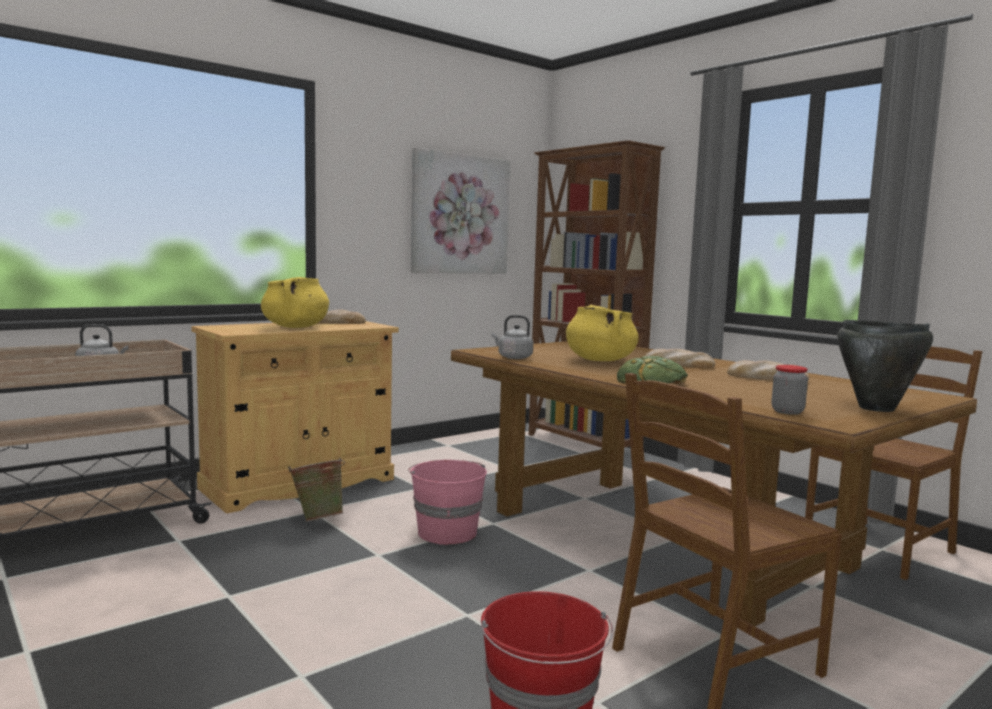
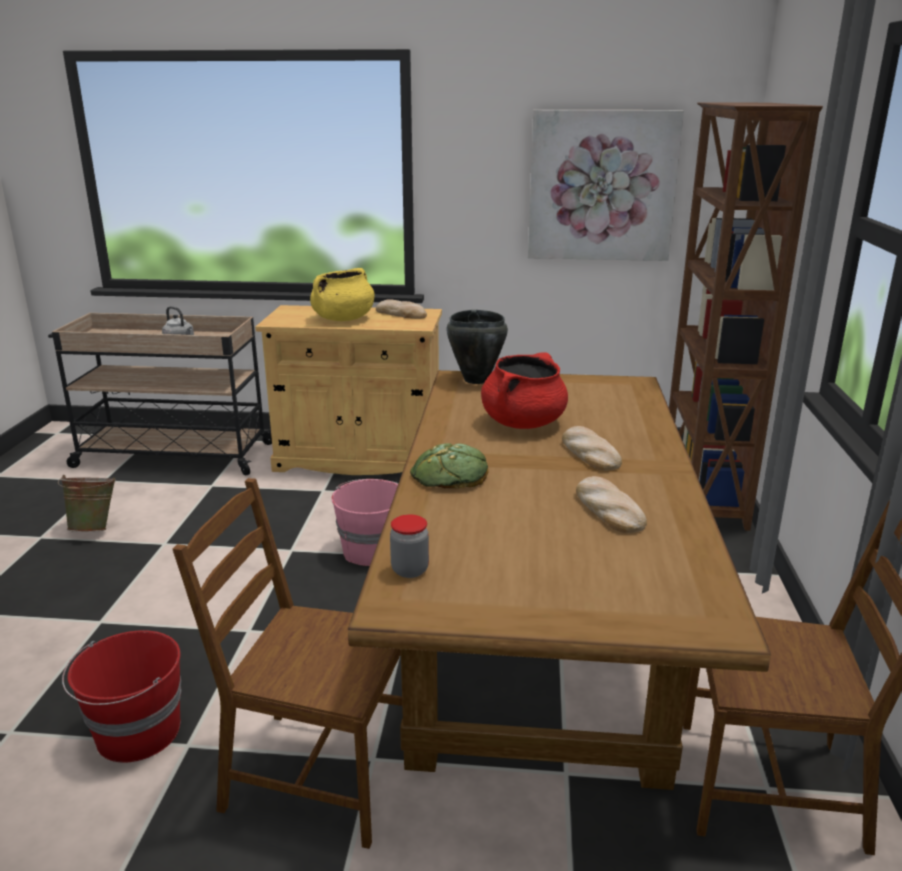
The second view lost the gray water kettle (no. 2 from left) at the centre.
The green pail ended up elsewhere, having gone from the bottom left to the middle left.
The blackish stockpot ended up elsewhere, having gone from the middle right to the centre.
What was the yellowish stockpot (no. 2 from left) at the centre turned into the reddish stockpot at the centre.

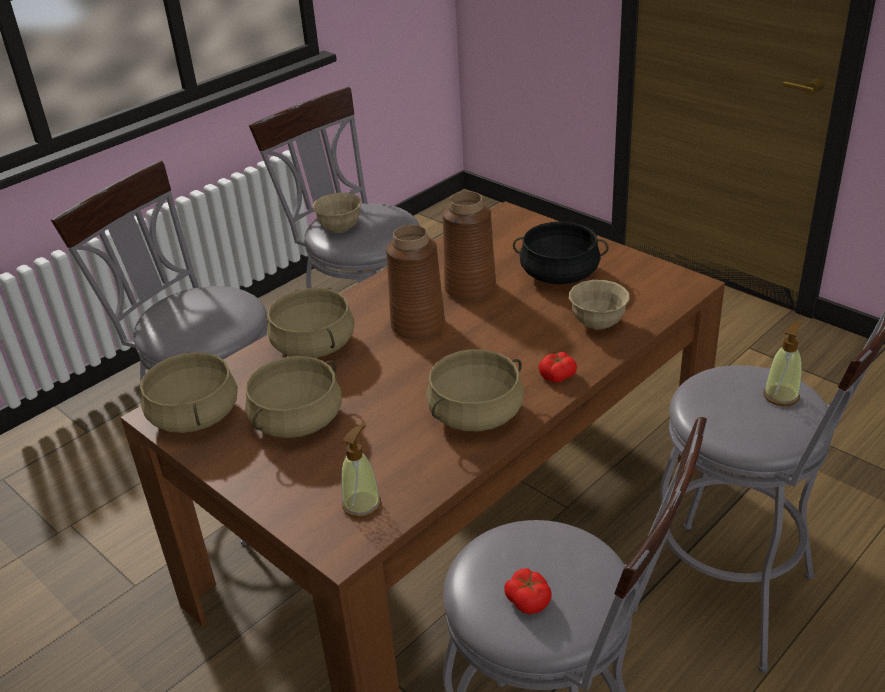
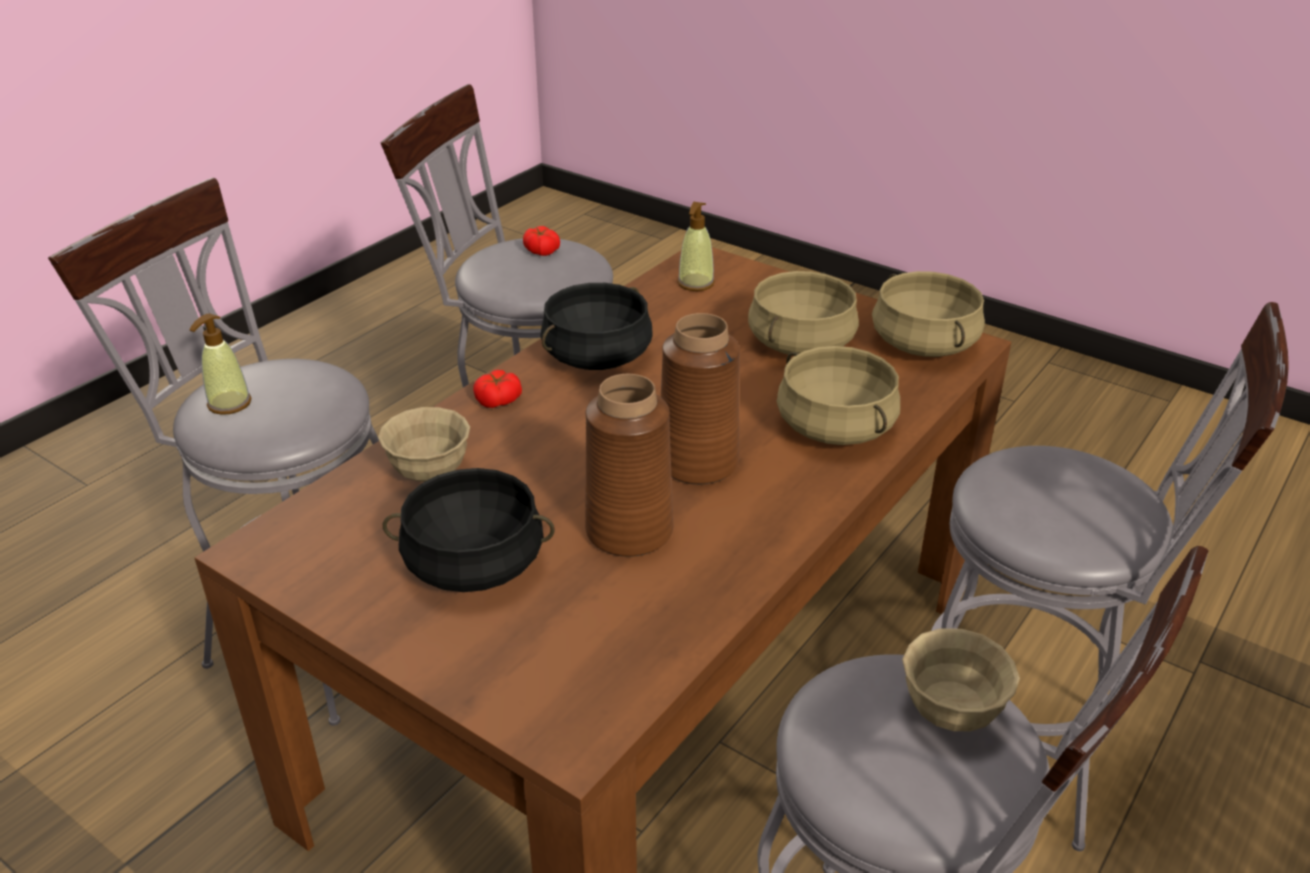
What was the beige stockpot (no. 4 from left) at the centre turned into the blackish stockpot (no. 2 from left) at the centre.

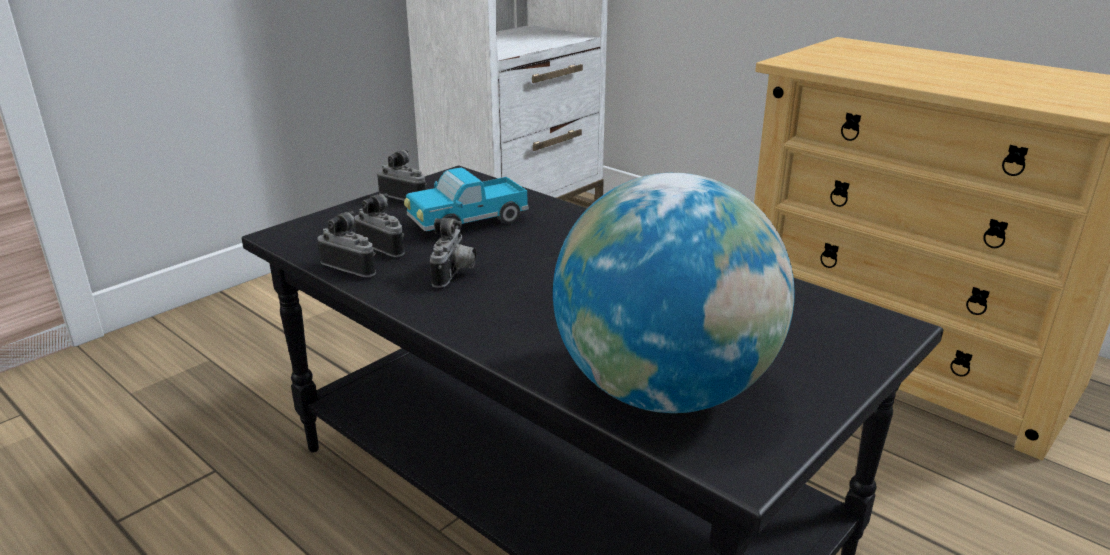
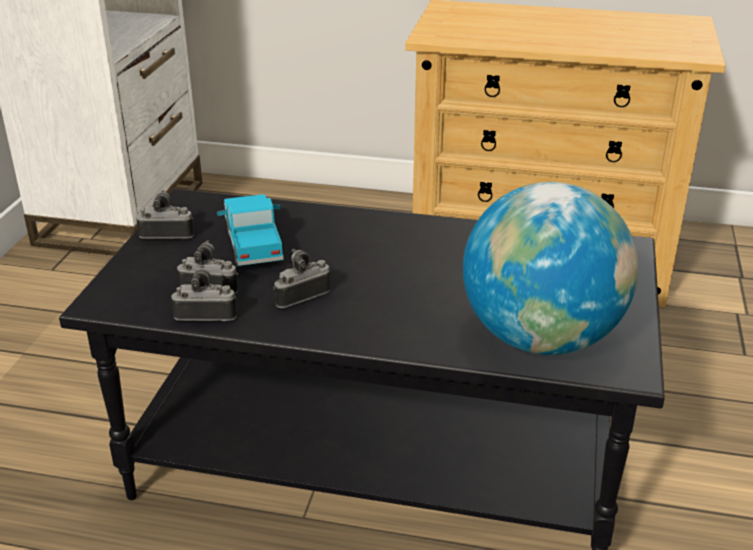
The toy lorry at the centre ended up facing another way, 135 degrees clockwise from before.
The still camera (no. 4 from left) at the centre ended up facing another way, 105 degrees counterclockwise from before.

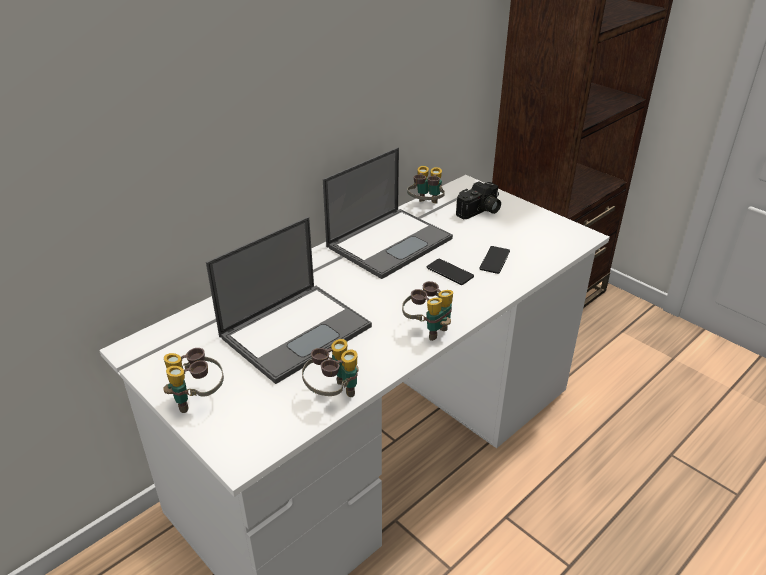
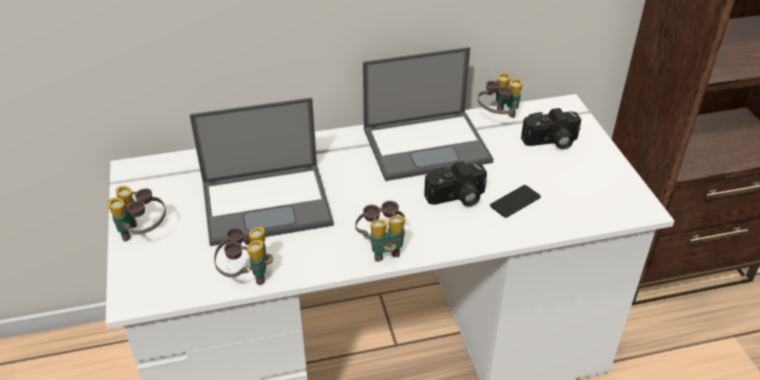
Where the phone (no. 1 from left) stood at the centre, the still camera (no. 1 from left) came to stand at the centre.

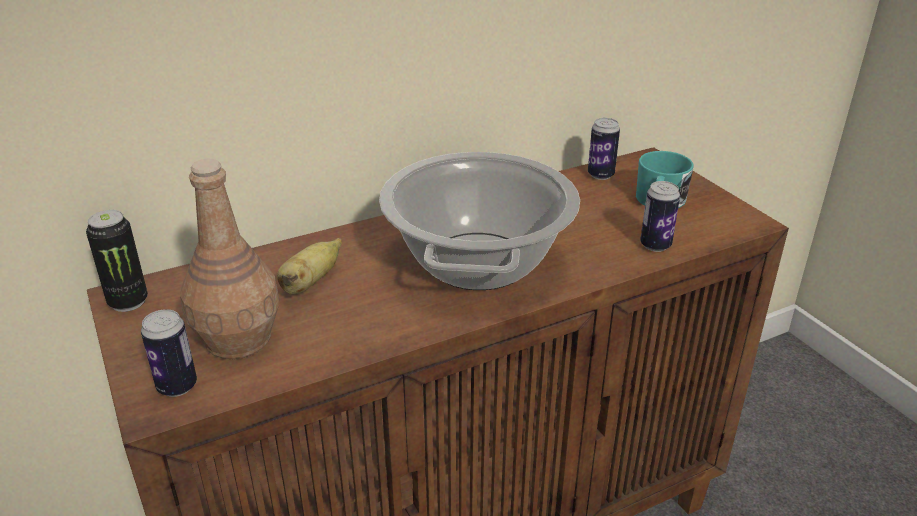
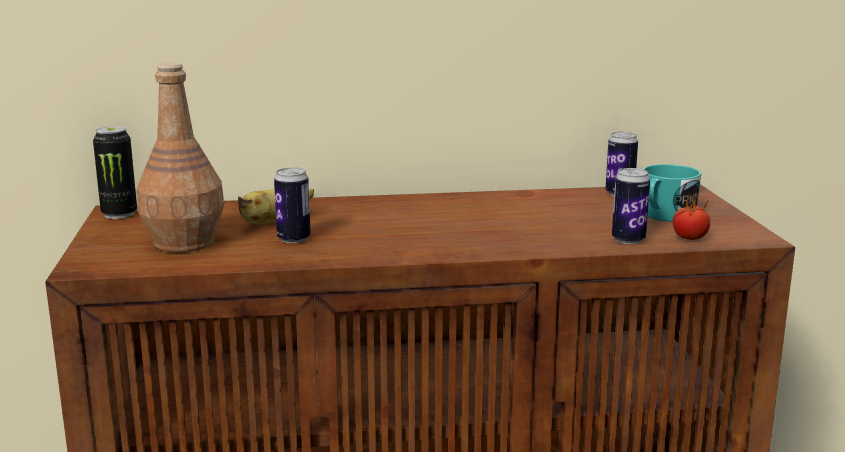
The second view lost the stockpot at the centre.
The second view gained the tomato at the middle right.
The metal can (no. 2 from left) ended up elsewhere, having gone from the bottom left to the centre.

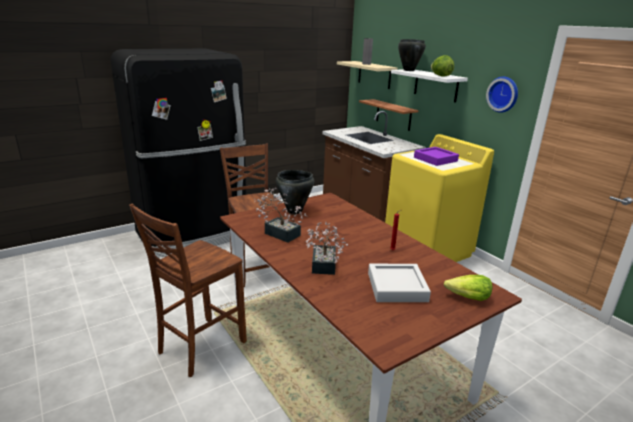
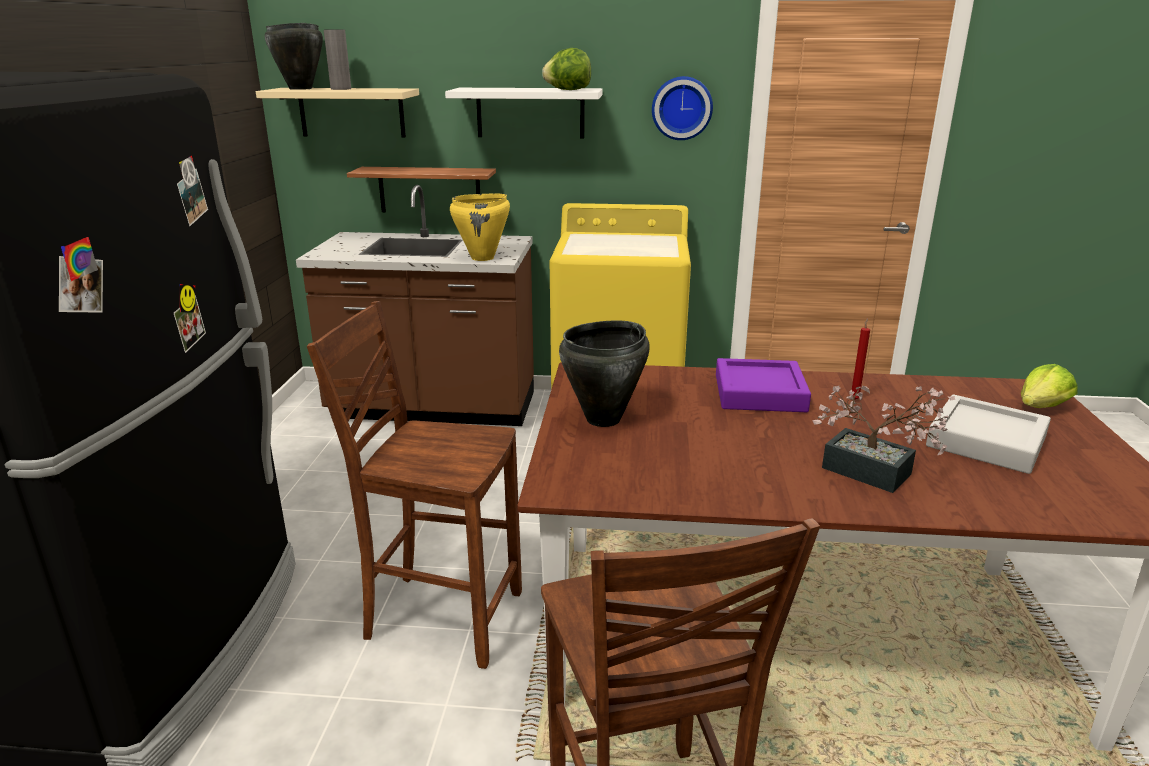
The second view lost the plant in a pot (no. 1 from left) at the centre.
The second view gained the yellowish stockpot at the top centre.
The blackish stockpot (no. 2 from left in the first image) ended up elsewhere, having gone from the top centre to the top left.
The purple serving tray ended up elsewhere, having gone from the middle right to the centre.

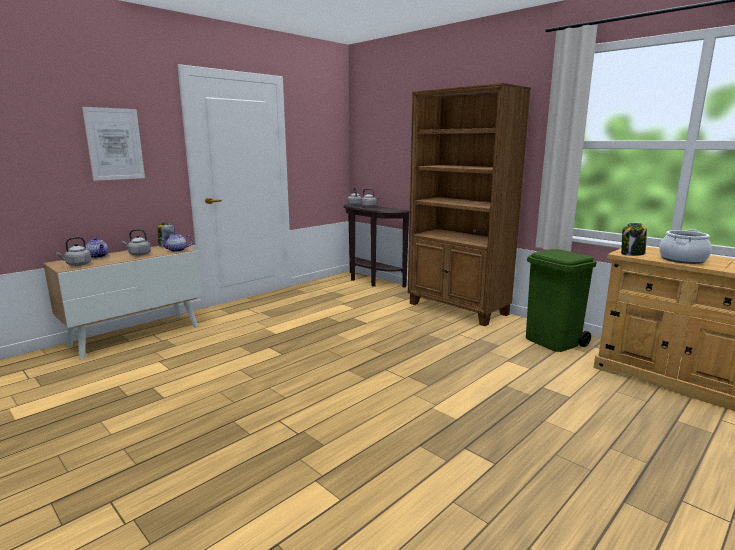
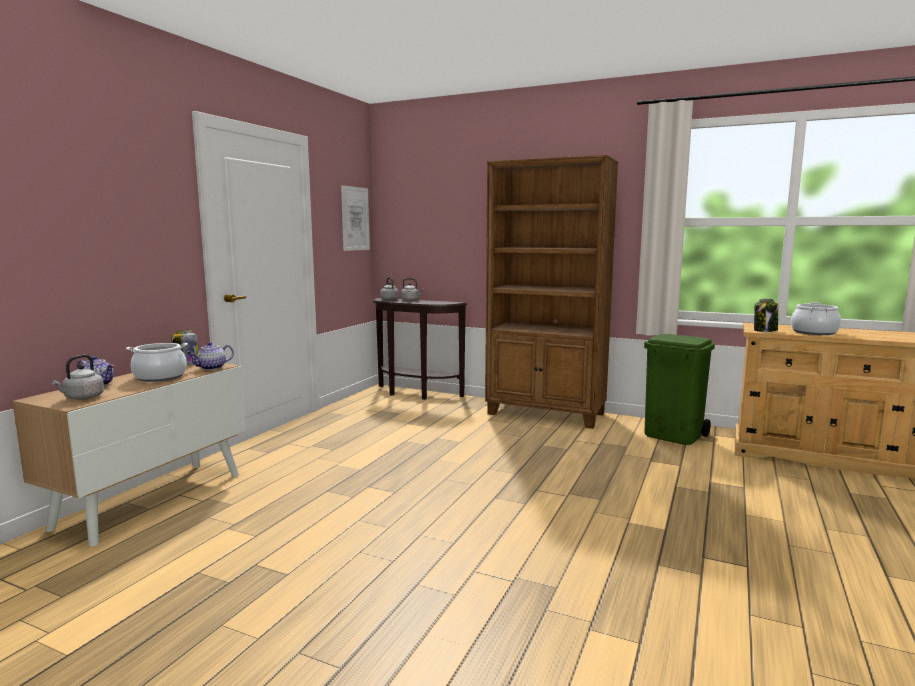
The wall art ended up elsewhere, having gone from the top left to the top centre.
Where the gray water kettle (no. 2 from left) stood at the middle left, the stockpot (no. 1 from left) came to stand at the middle left.

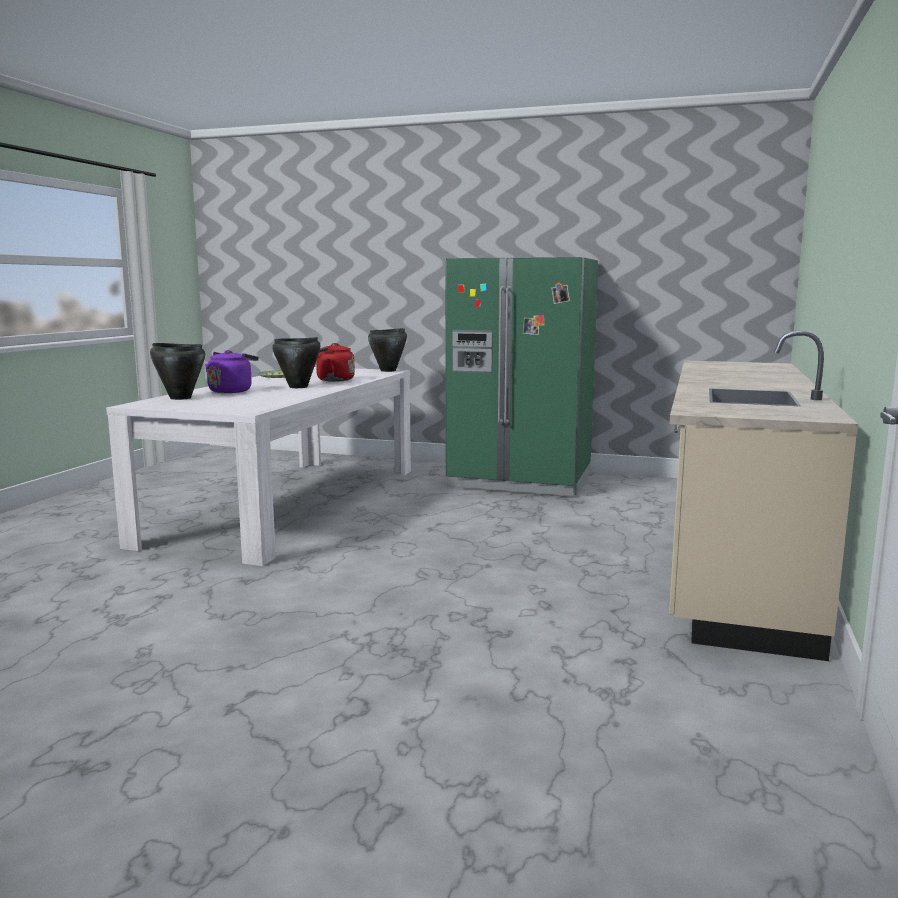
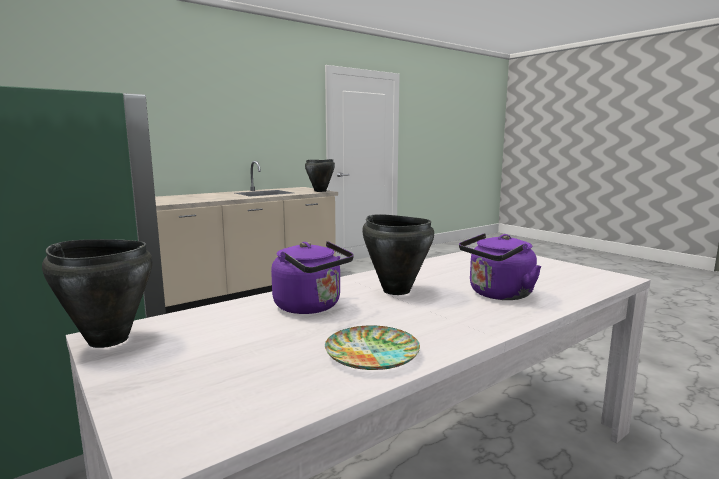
The blackish stockpot (no. 1 from left in the first image) ended up elsewhere, having gone from the middle left to the centre.
What was the reddish water kettle at the centre turned into the purple water kettle (no. 1 from left) at the centre.

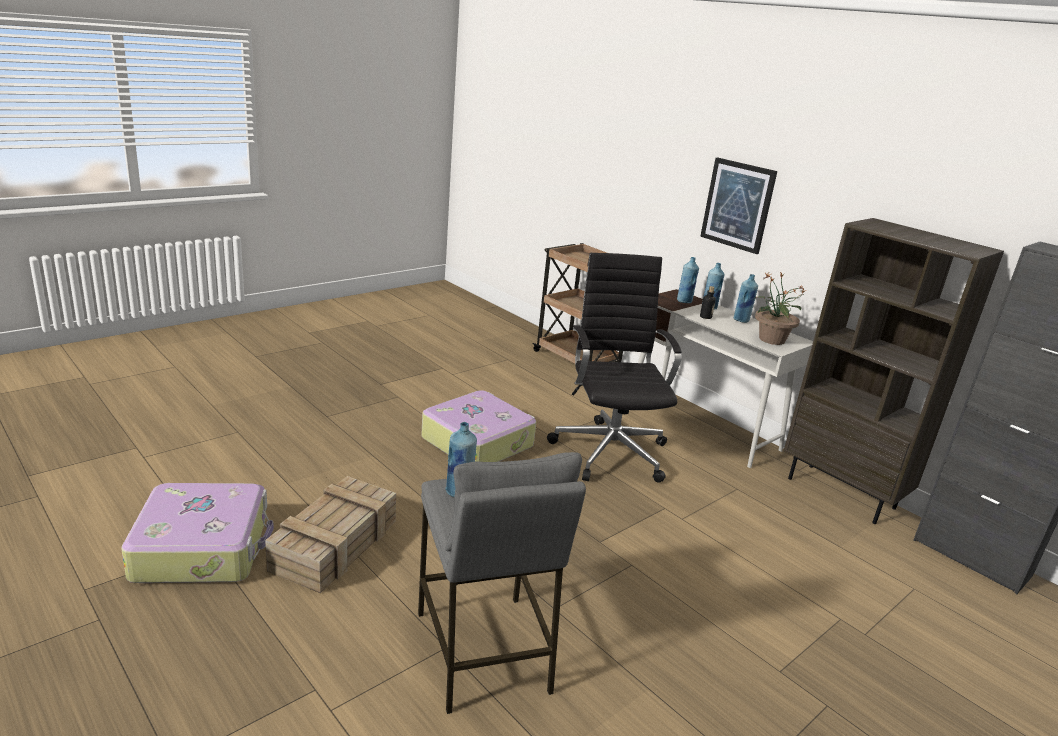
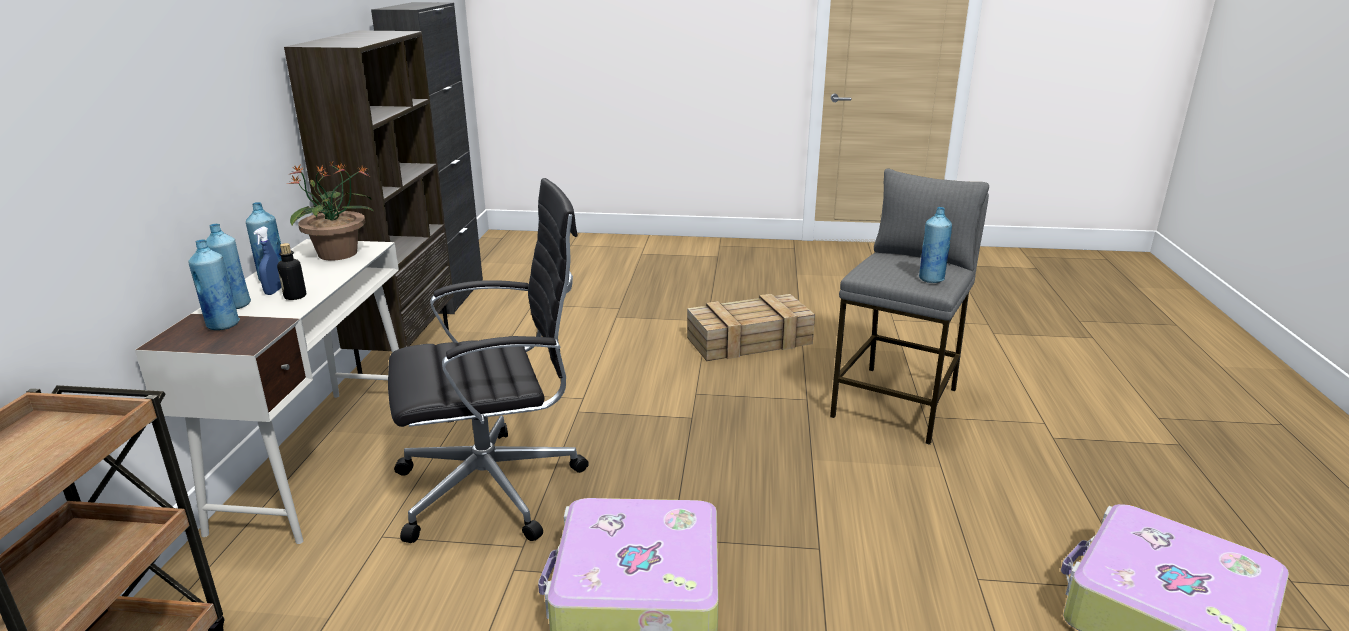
The second view lost the wall art at the top right.
The second view gained the blue spray bottle at the middle left.
The packing crate ended up elsewhere, having gone from the bottom left to the centre.
The blackish desk chair at the centre ended up facing another way, 150 degrees counterclockwise from before.

